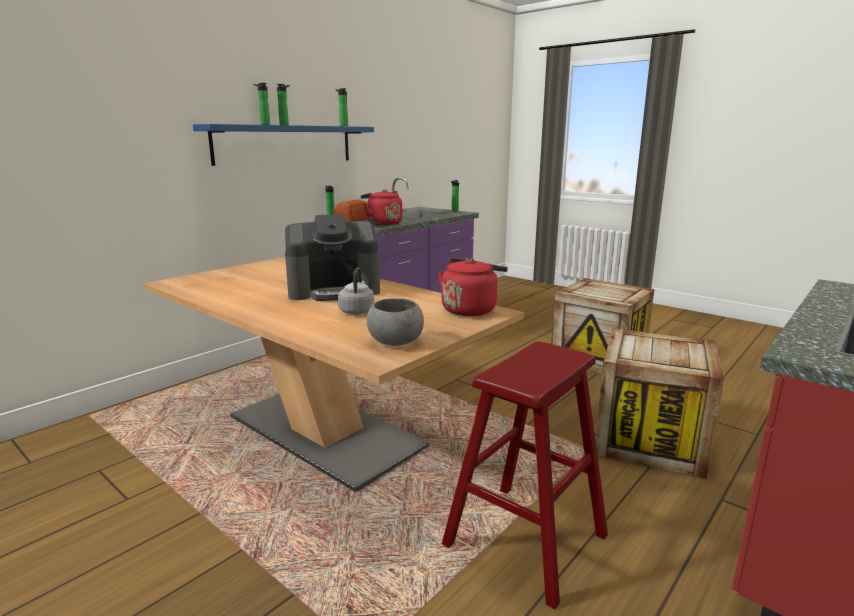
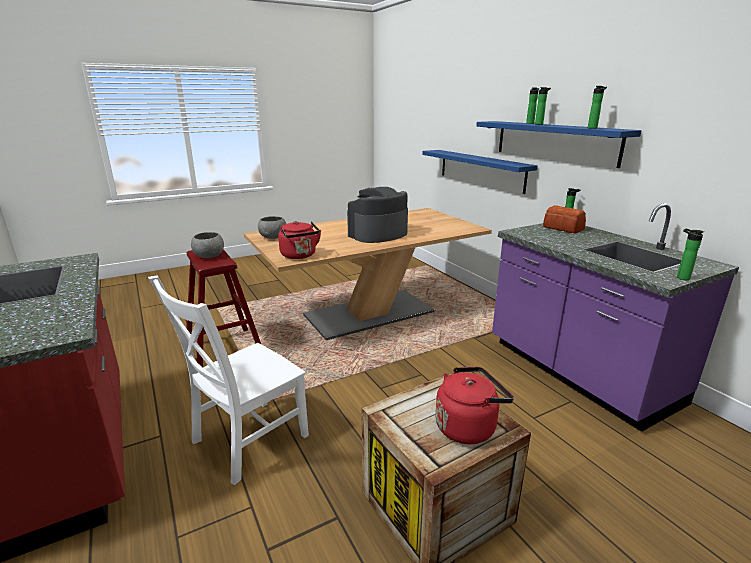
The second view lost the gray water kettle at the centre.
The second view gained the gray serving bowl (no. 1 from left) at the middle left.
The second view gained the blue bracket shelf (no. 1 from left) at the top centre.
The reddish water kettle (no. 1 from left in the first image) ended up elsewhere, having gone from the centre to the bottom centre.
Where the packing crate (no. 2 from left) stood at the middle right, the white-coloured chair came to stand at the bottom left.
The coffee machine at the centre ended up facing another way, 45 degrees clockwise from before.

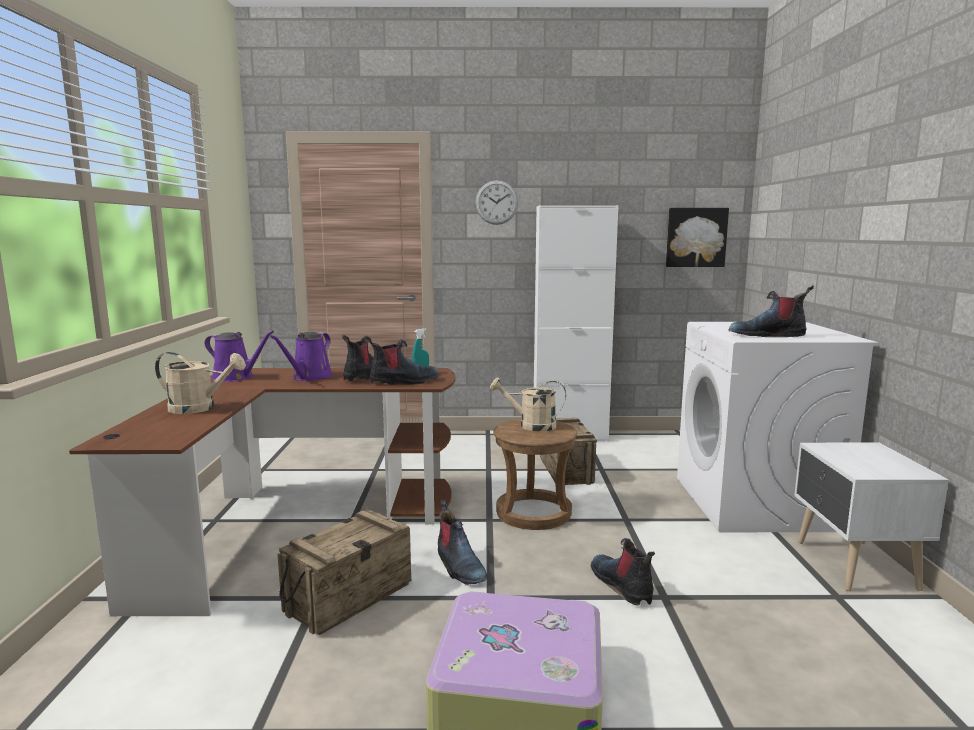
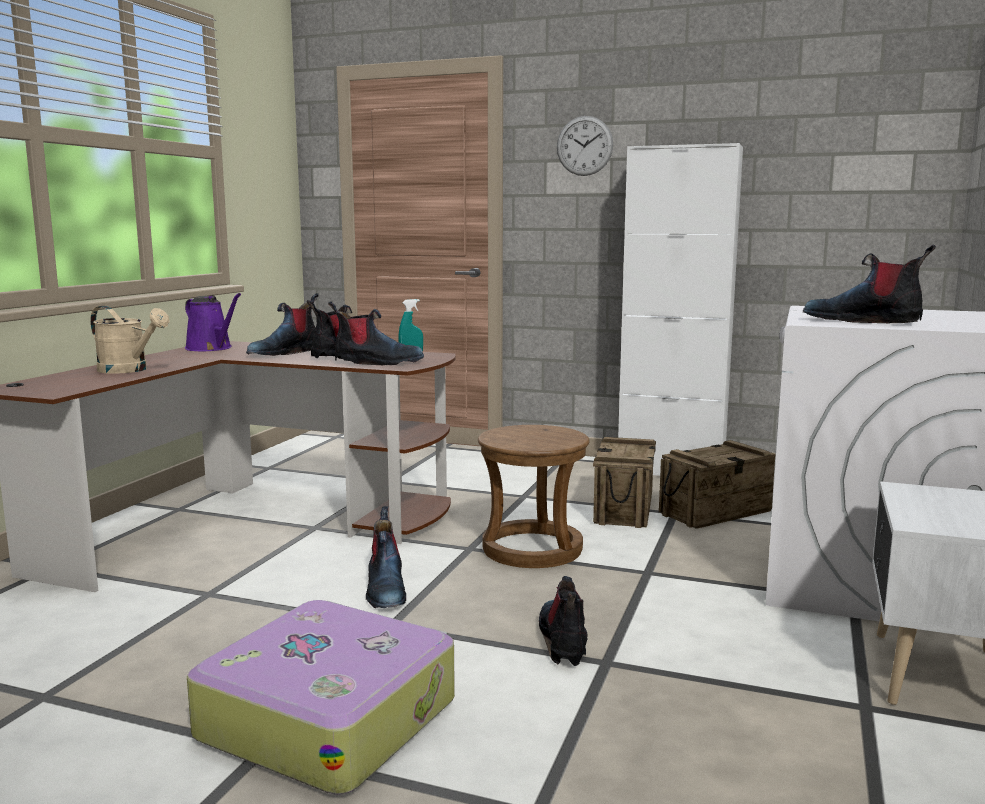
The second view lost the beige sprinkling can (no. 2 from left) at the centre.
The second view lost the wall art at the top right.
The packing crate (no. 1 from left in the first image) ended up elsewhere, having gone from the bottom centre to the middle right.
Where the purple sprinkling can (no. 2 from left) stood at the middle left, the boot (no. 1 from left) came to stand at the middle left.

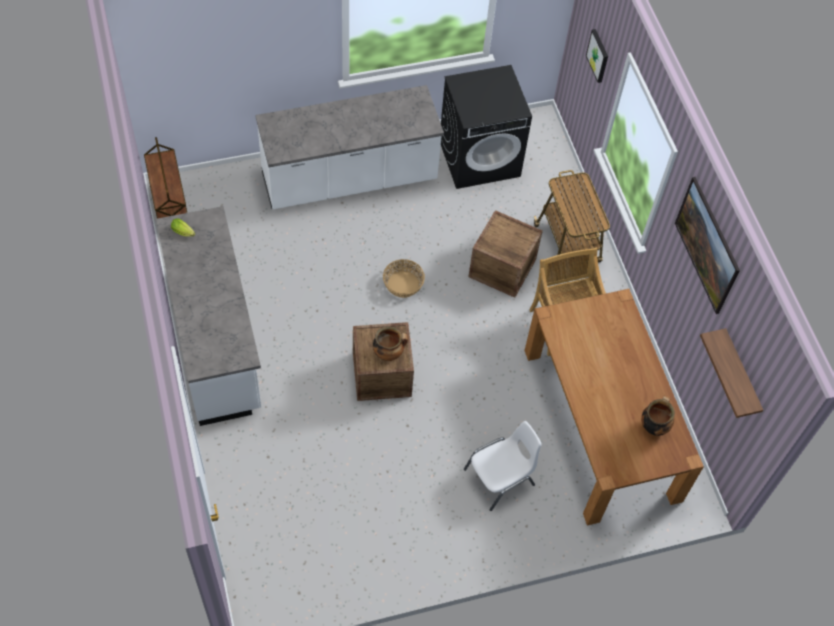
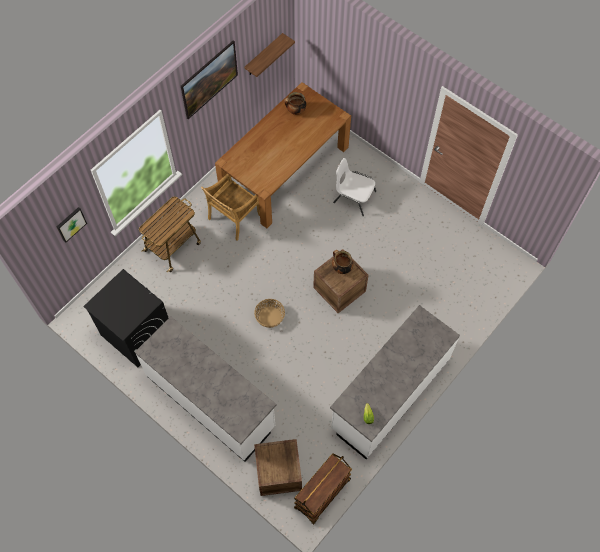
The packing crate (no. 2 from left in the first image) ended up elsewhere, having gone from the centre to the bottom centre.

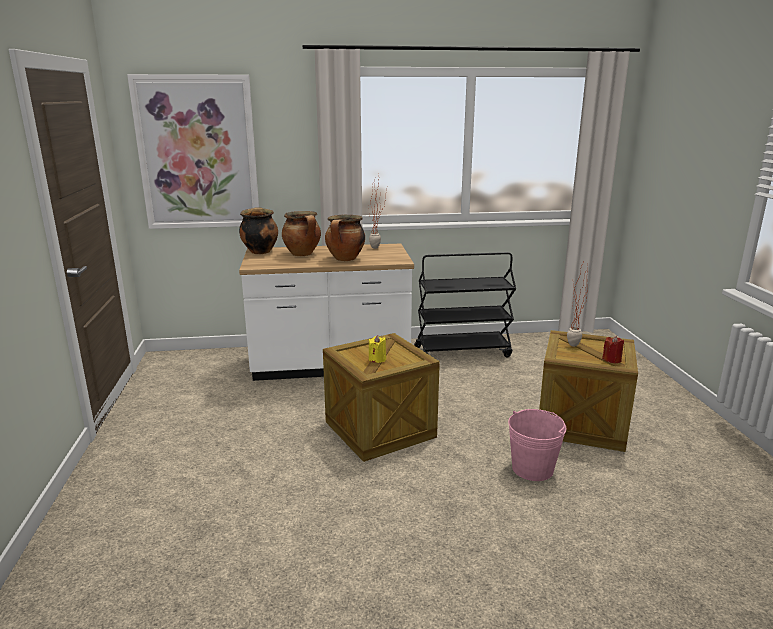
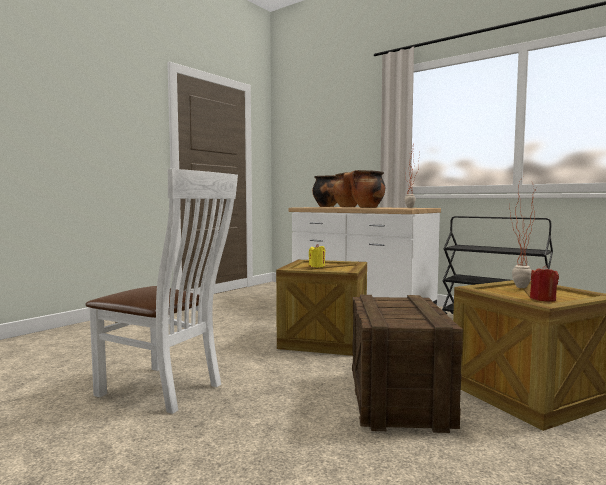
The second view lost the wall art at the top left.
The second view gained the white-coloured chair at the middle left.
Where the pinkish pail stood at the bottom right, the packing crate (no. 2 from left) came to stand at the bottom right.

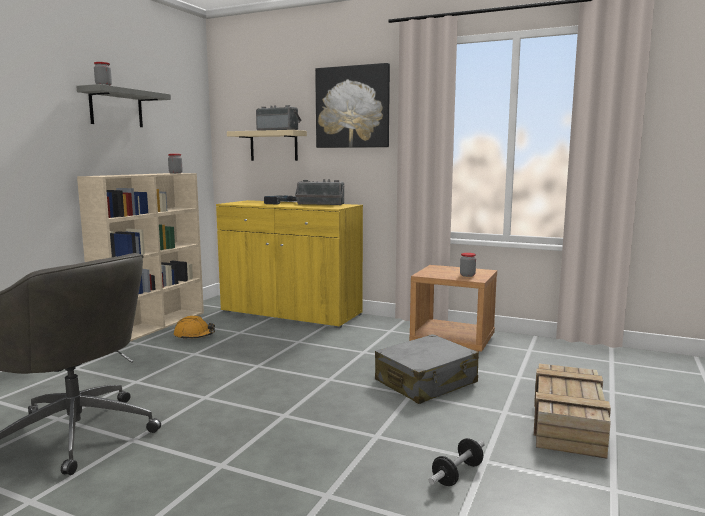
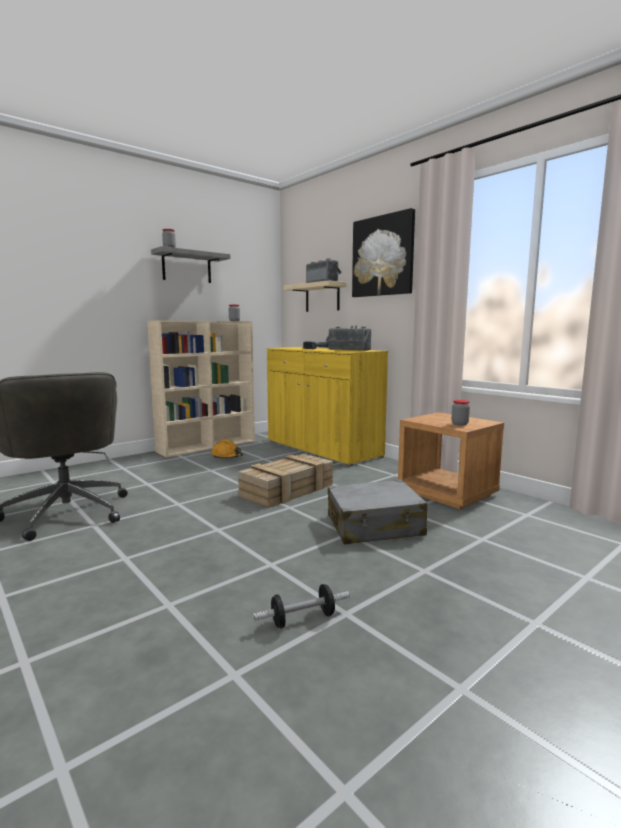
The packing crate ended up elsewhere, having gone from the bottom right to the centre.

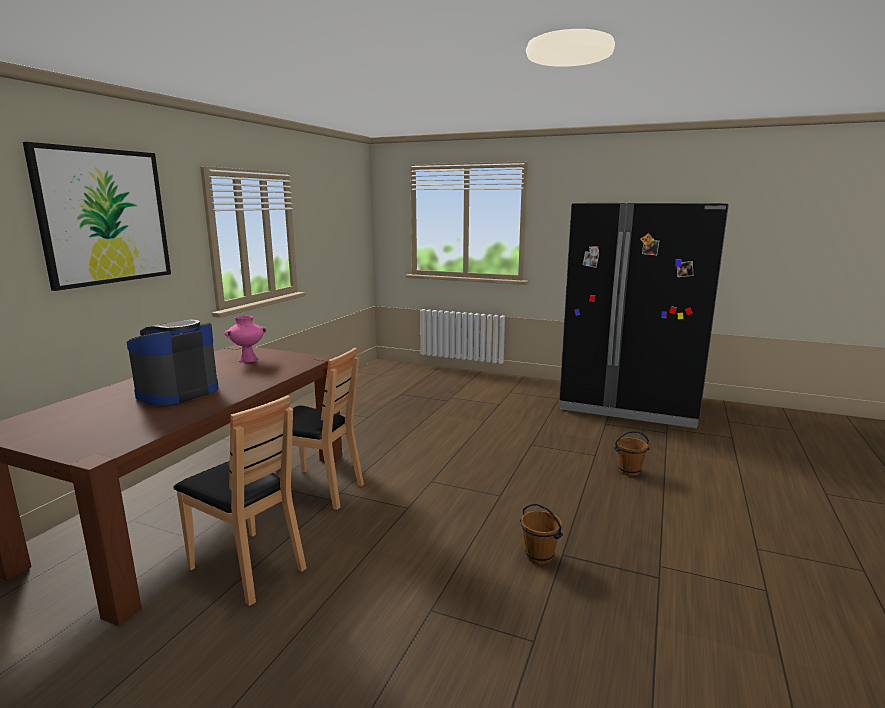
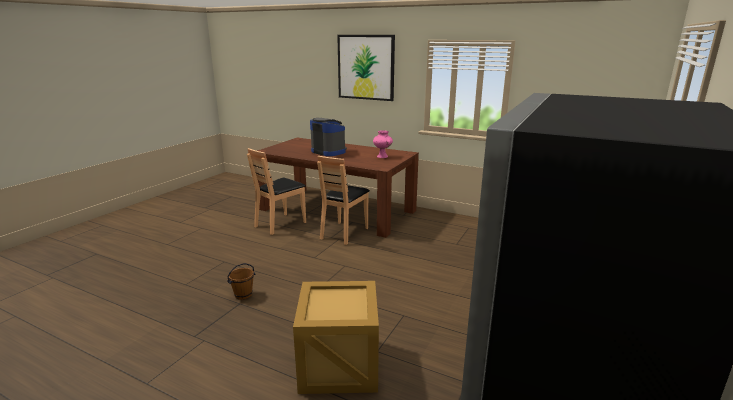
Where the brown-coloured pail (no. 2 from left) stood at the middle right, the packing crate came to stand at the bottom centre.

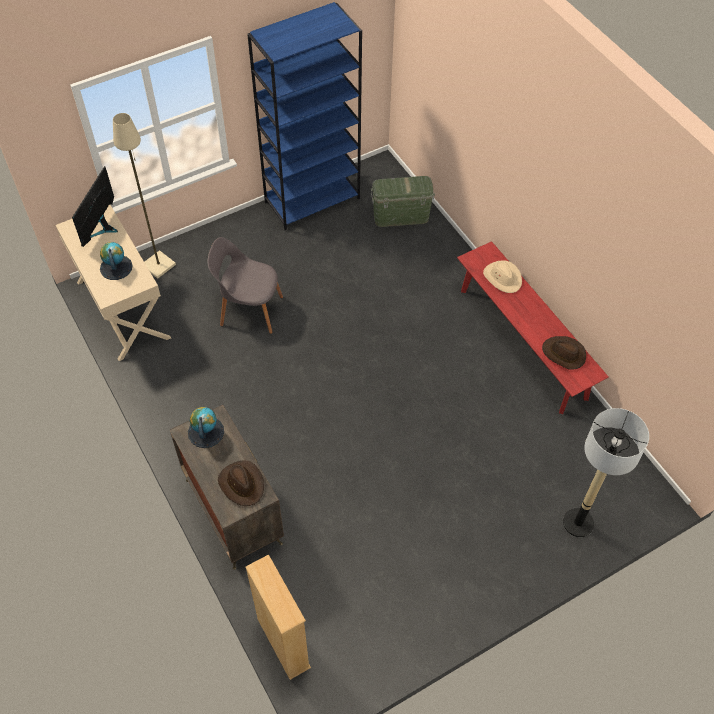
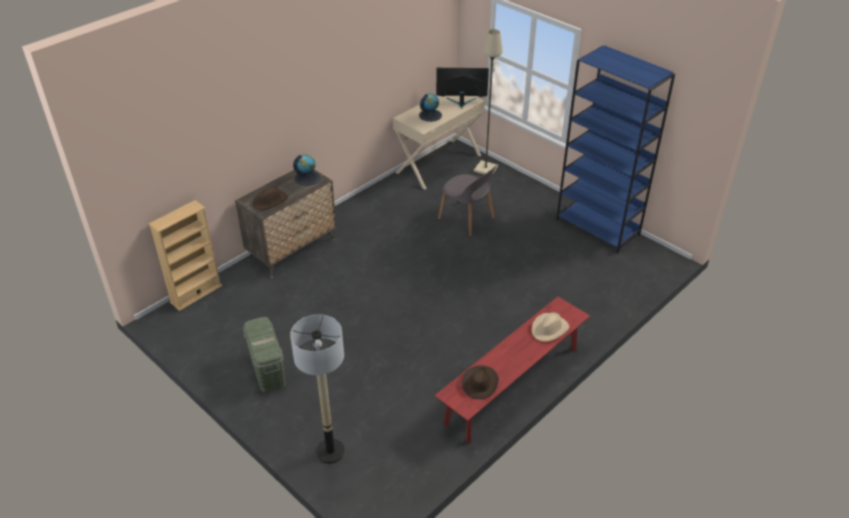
The green storage box ended up elsewhere, having gone from the top centre to the bottom left.
The gray chair at the centre ended up facing another way, 135 degrees clockwise from before.

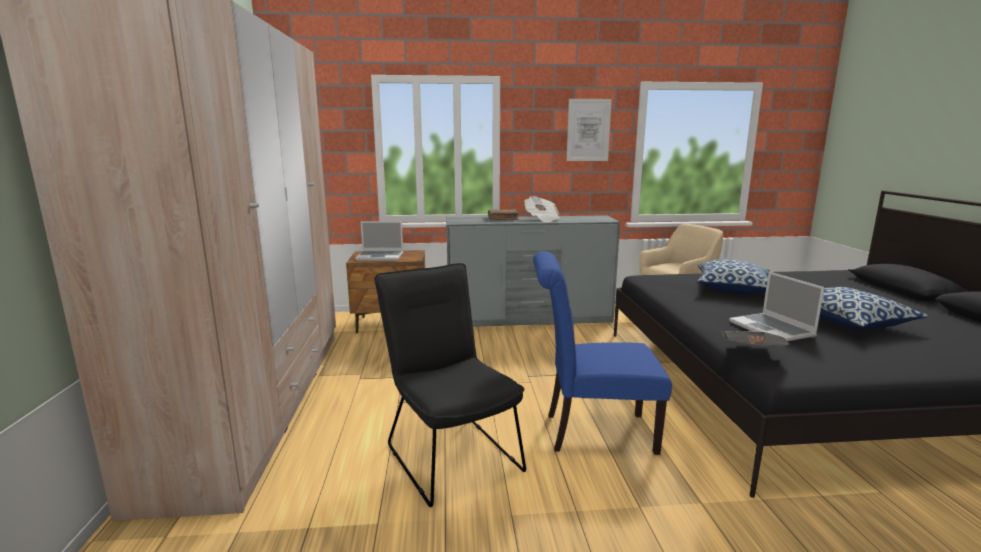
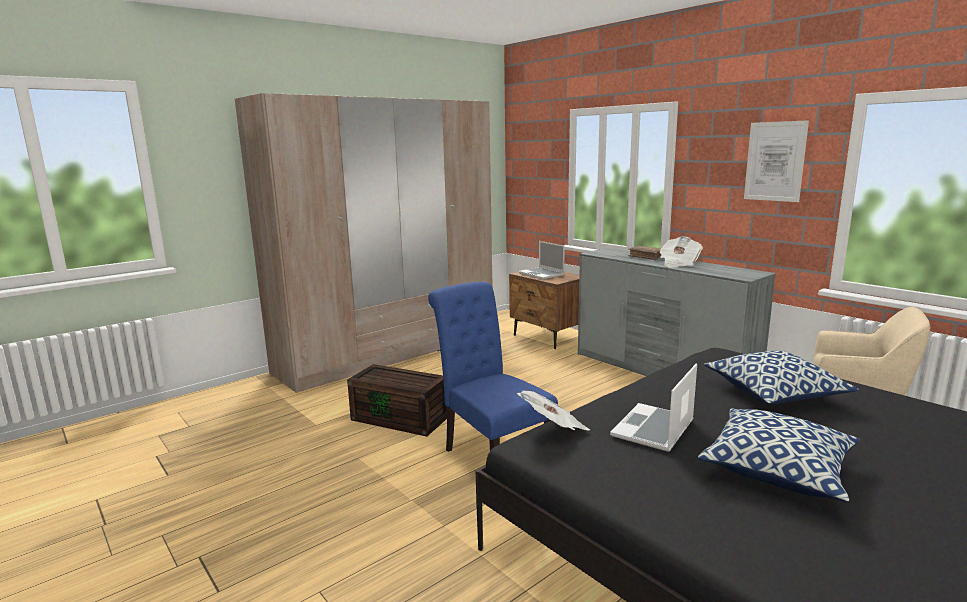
Where the blackish chair stood at the bottom centre, the brown-coloured storage box came to stand at the centre.

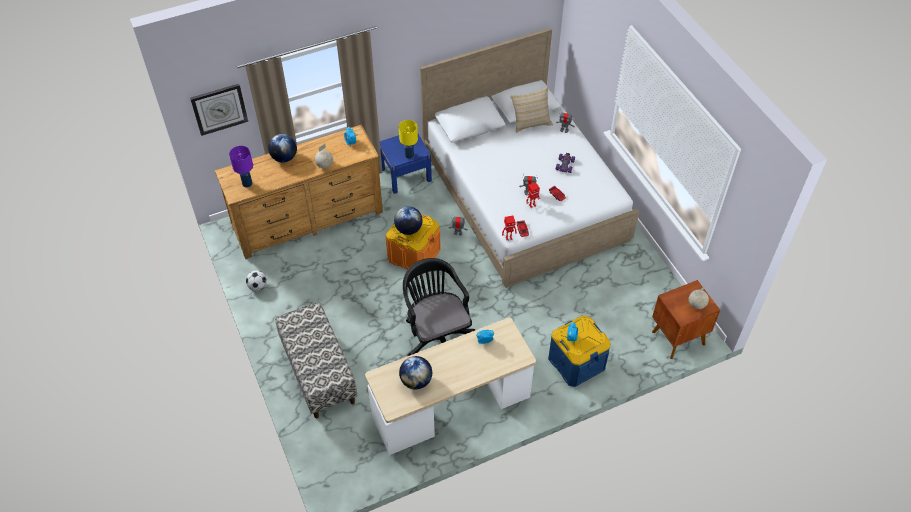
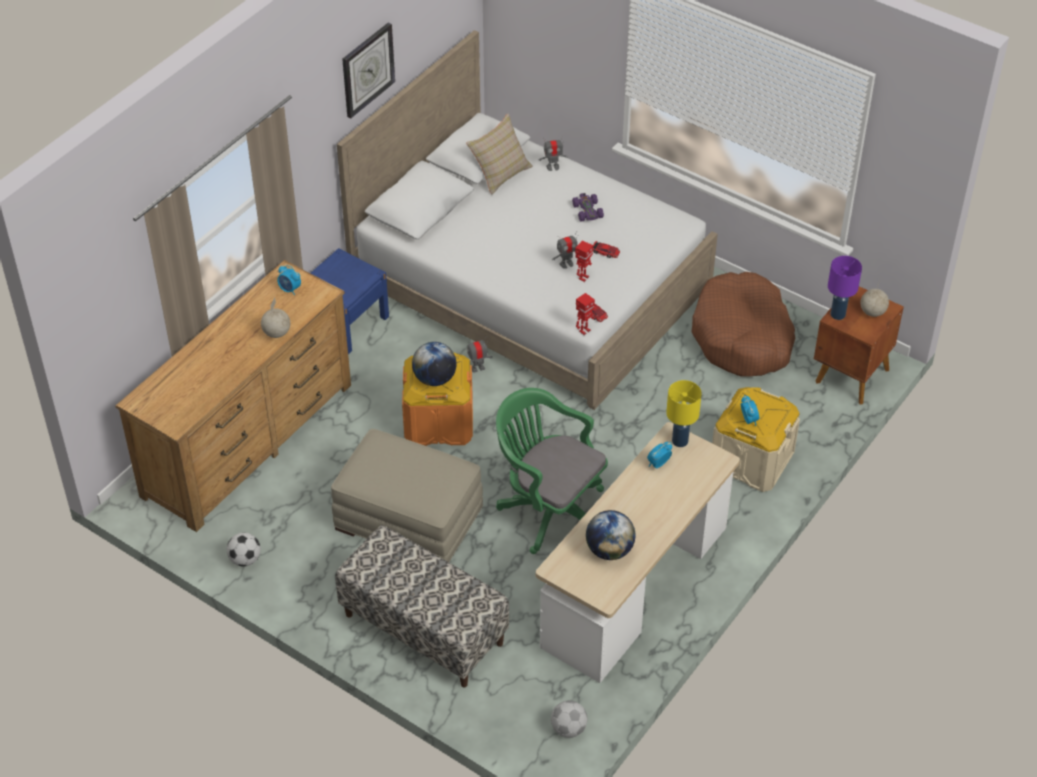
The second view lost the globe (no. 1 from left) at the top left.
The second view gained the beige pouffe at the centre.
The second view gained the football (no. 2 from left) at the bottom centre.
The second view gained the brown-coloured dog bed at the middle right.
The hanging clock ended up elsewhere, having gone from the top left to the top centre.
The purple tabletop lamp ended up elsewhere, having gone from the top left to the middle right.
The yellowish tabletop lamp ended up elsewhere, having gone from the top centre to the centre.
What was the blackish desk chair at the centre turned into the green desk chair at the centre.
What was the blue storage box at the bottom centre turned into the beige storage box at the middle right.

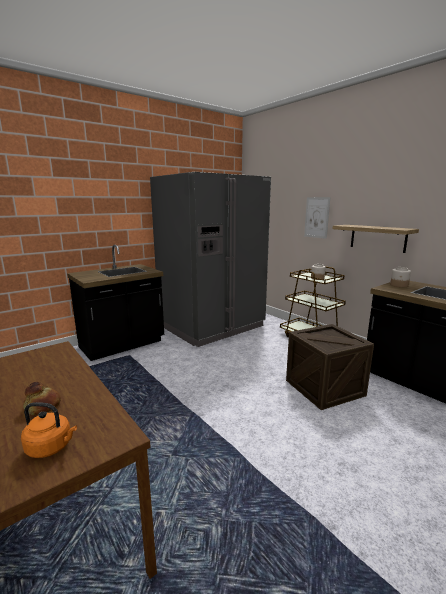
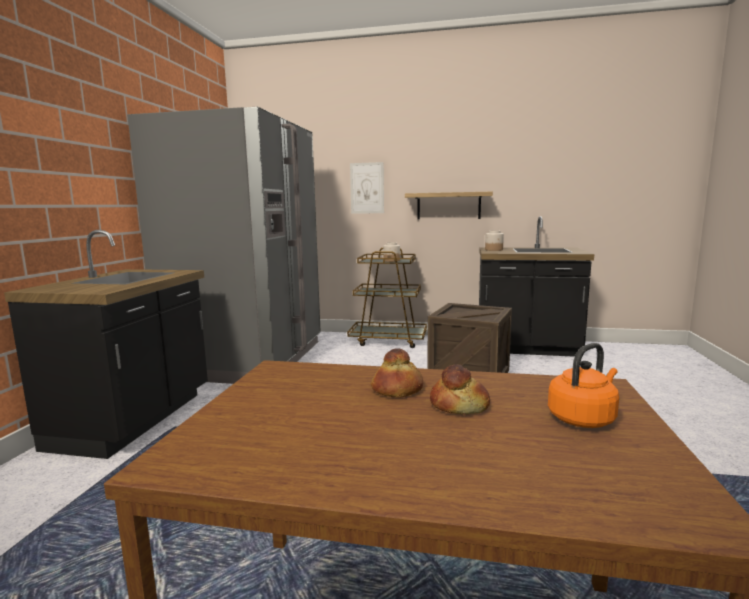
The second view gained the bread (no. 1 from left) at the centre.

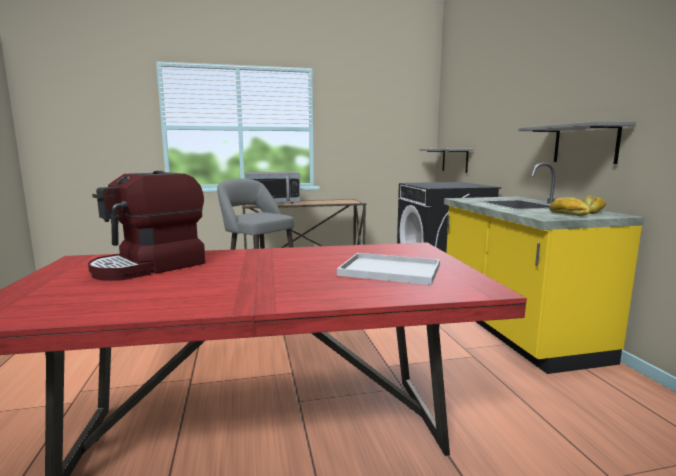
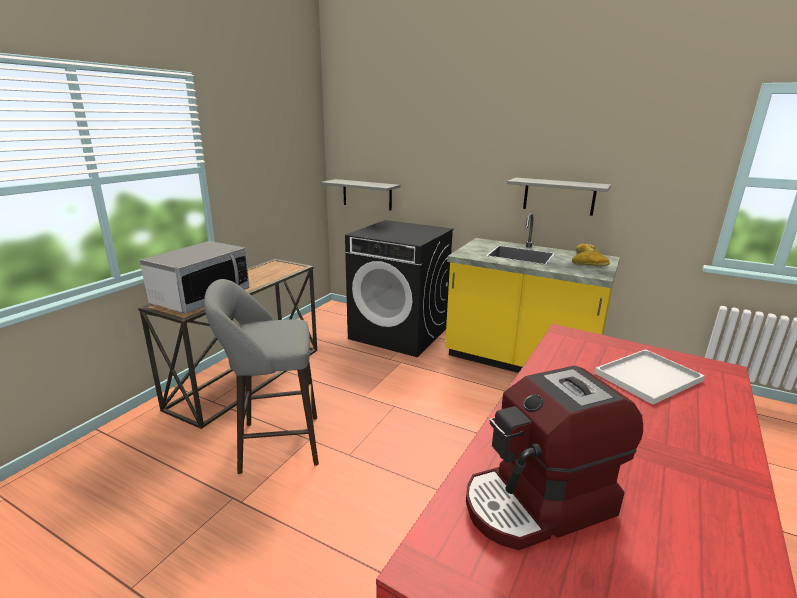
The coffee machine at the middle left ended up facing another way, 75 degrees clockwise from before.

